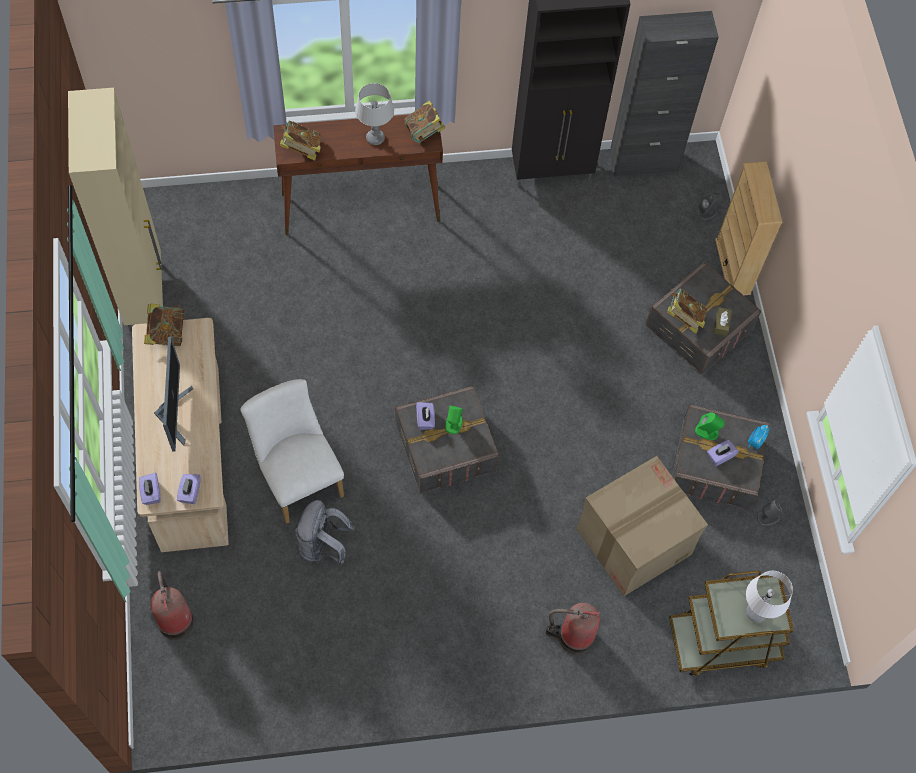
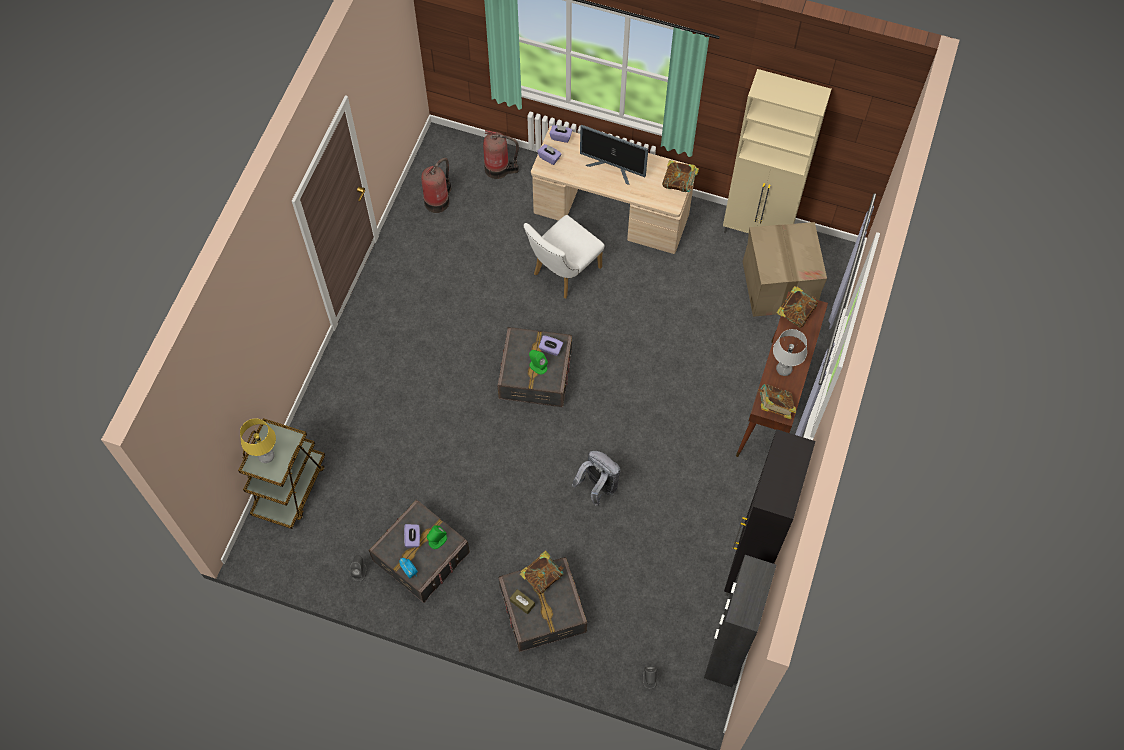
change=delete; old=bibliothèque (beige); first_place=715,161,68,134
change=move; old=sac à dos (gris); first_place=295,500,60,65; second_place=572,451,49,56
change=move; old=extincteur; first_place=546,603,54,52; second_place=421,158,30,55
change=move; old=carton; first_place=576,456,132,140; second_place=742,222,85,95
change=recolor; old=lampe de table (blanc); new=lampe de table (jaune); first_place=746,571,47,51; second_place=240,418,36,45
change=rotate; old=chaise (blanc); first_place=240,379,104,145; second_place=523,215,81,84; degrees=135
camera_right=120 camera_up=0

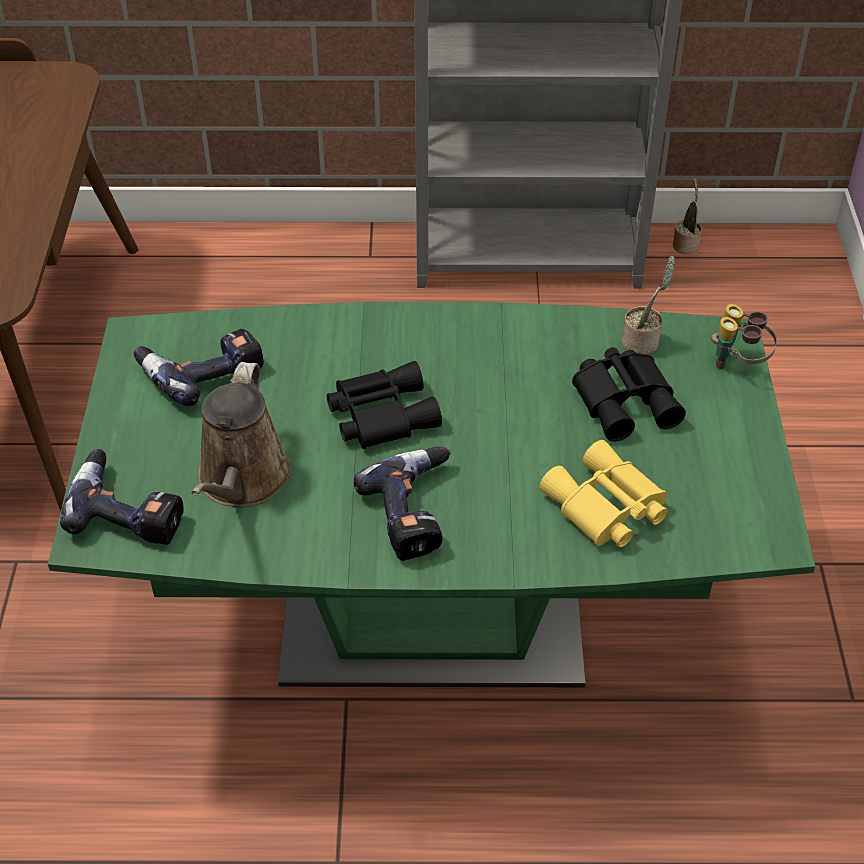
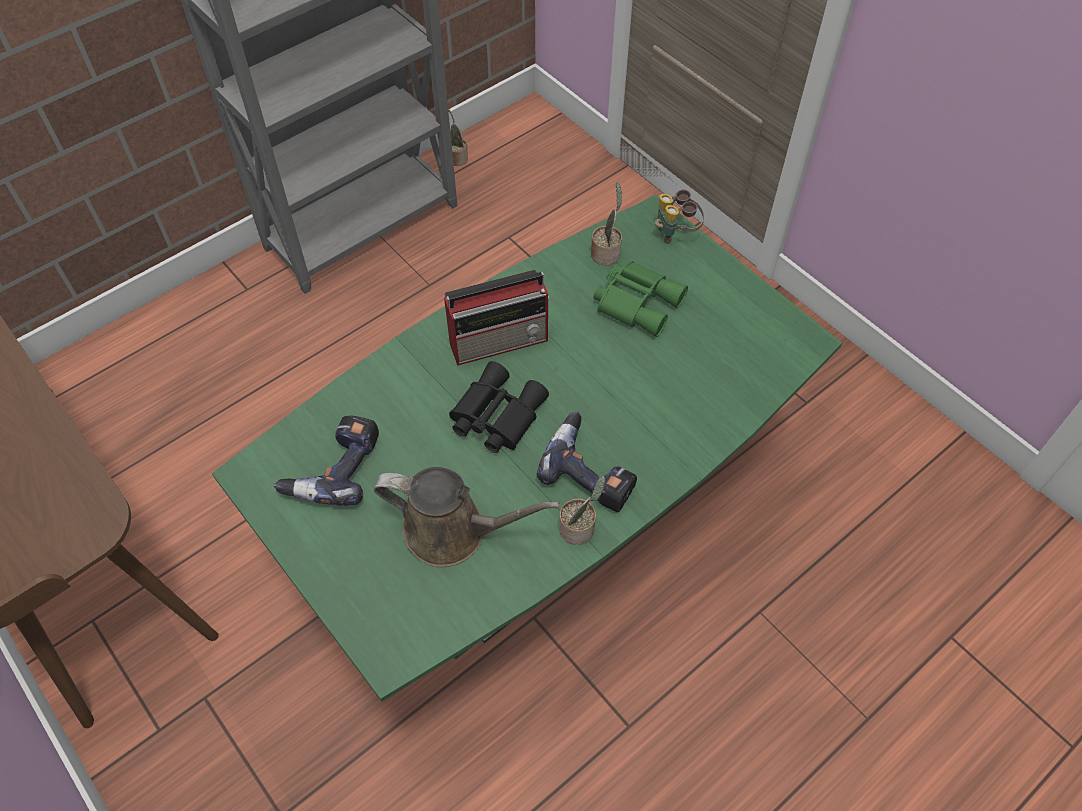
change=delete; old=perceuse; first_place=60,449,124,96
change=delete; old=jumelles (jaune); first_place=539,440,129,107
change=insert; new=radio; second_place=444,270,105,96
change=insert; new=plante en pot; second_place=559,475,46,70
change=recolor; old=jumelles (noir); new=jumelles (vert); first_place=572,347,114,94; second_place=594,261,94,76
change=rotate; old=arrosoir (marron); first_place=191,362,101,145; second_place=374,467,186,100; degrees=-45
camera_right=-40 camera_up=10

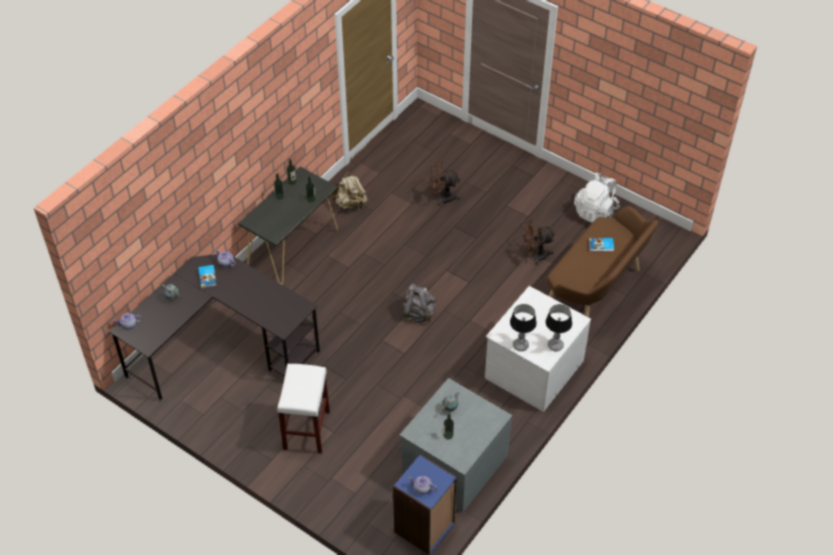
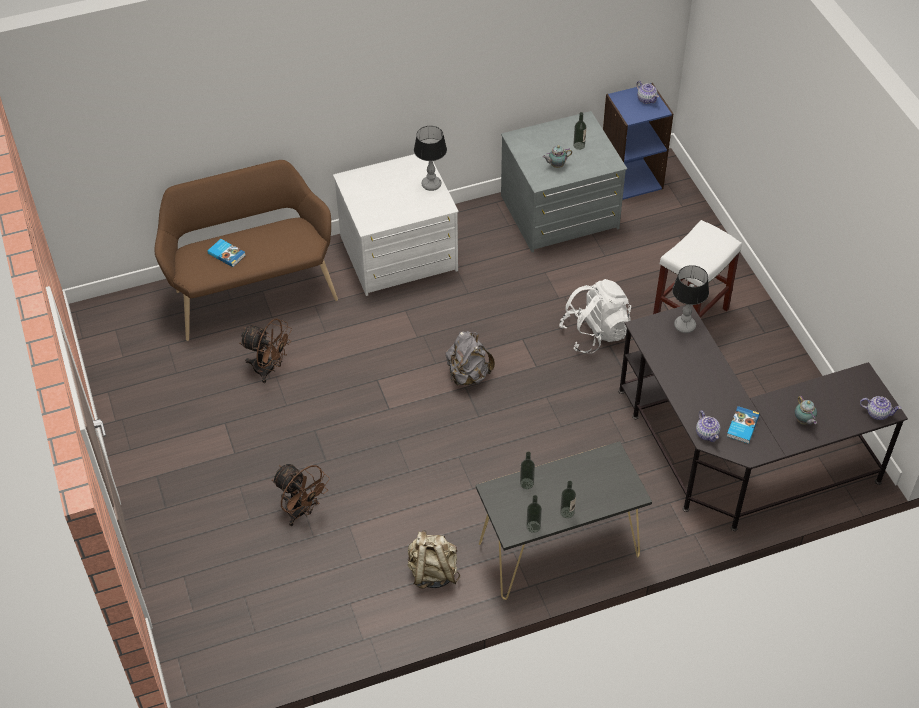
change=move; old=lampe de table; first_place=546,304,26,47; second_place=672,265,37,68
change=move; old=sac à dos (blanc); first_place=574,173,46,50; second_place=560,279,71,74
camera_right=-145 camera_up=0

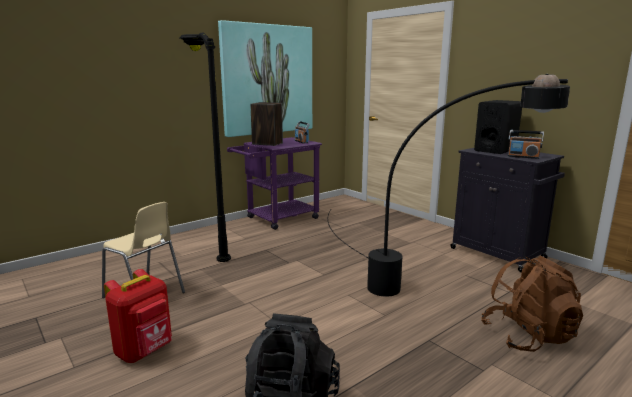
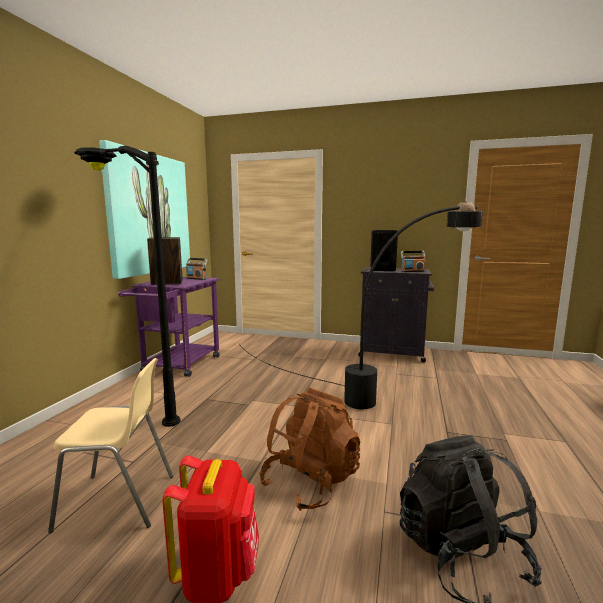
change=move; old=sac à dos (marron); first_place=482,255,101,97; second_place=259,387,101,124
camera_right=-35 camera_up=-5

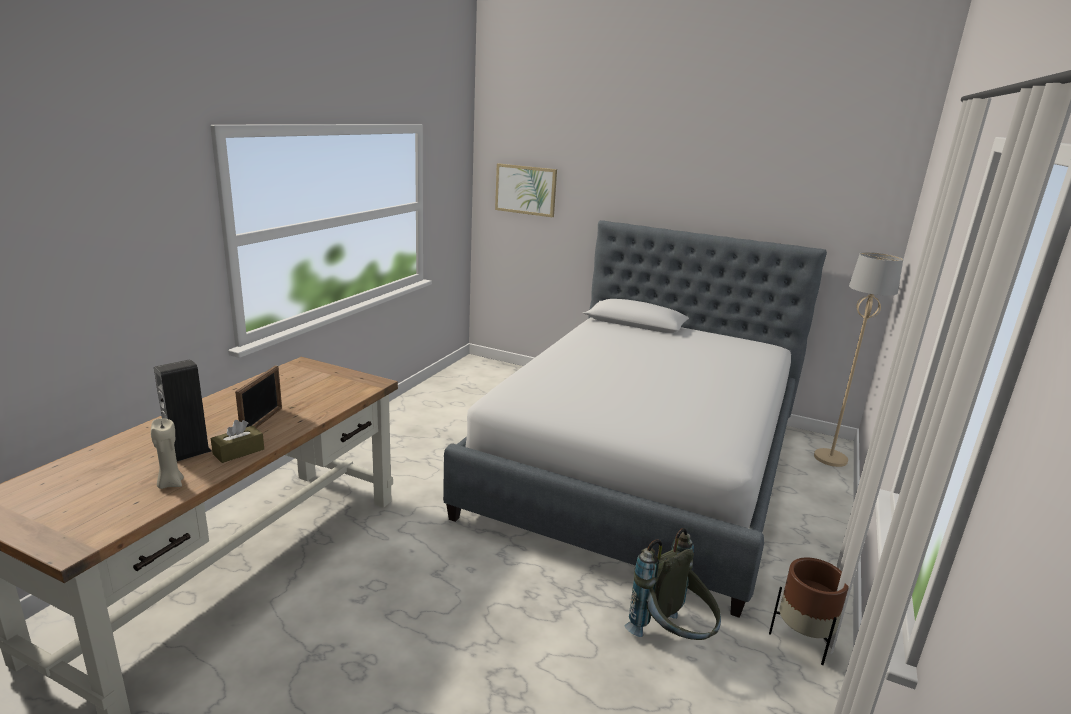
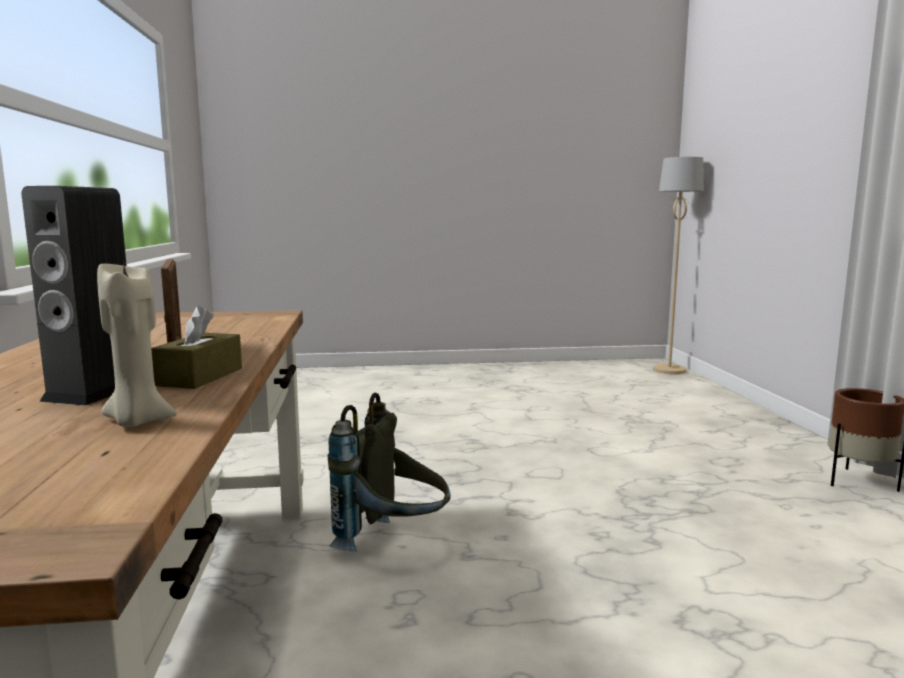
change=delete; old=lit; first_place=443,220,384,398
change=delete; old=tableau; first_place=495,163,62,54
change=move; old=sac à dos (gris); first_place=624,528,97,112; second_place=328,393,123,159
camera_right=-30 camera_up=-10

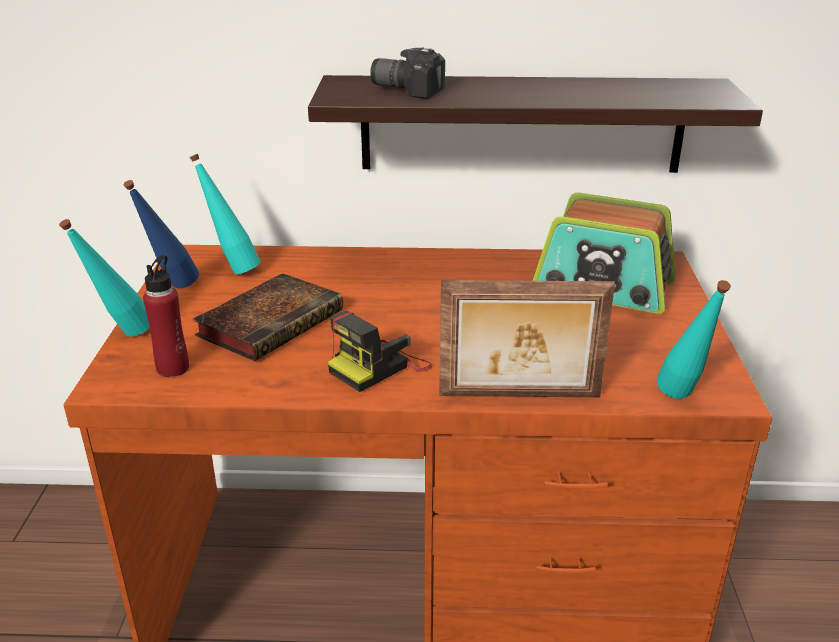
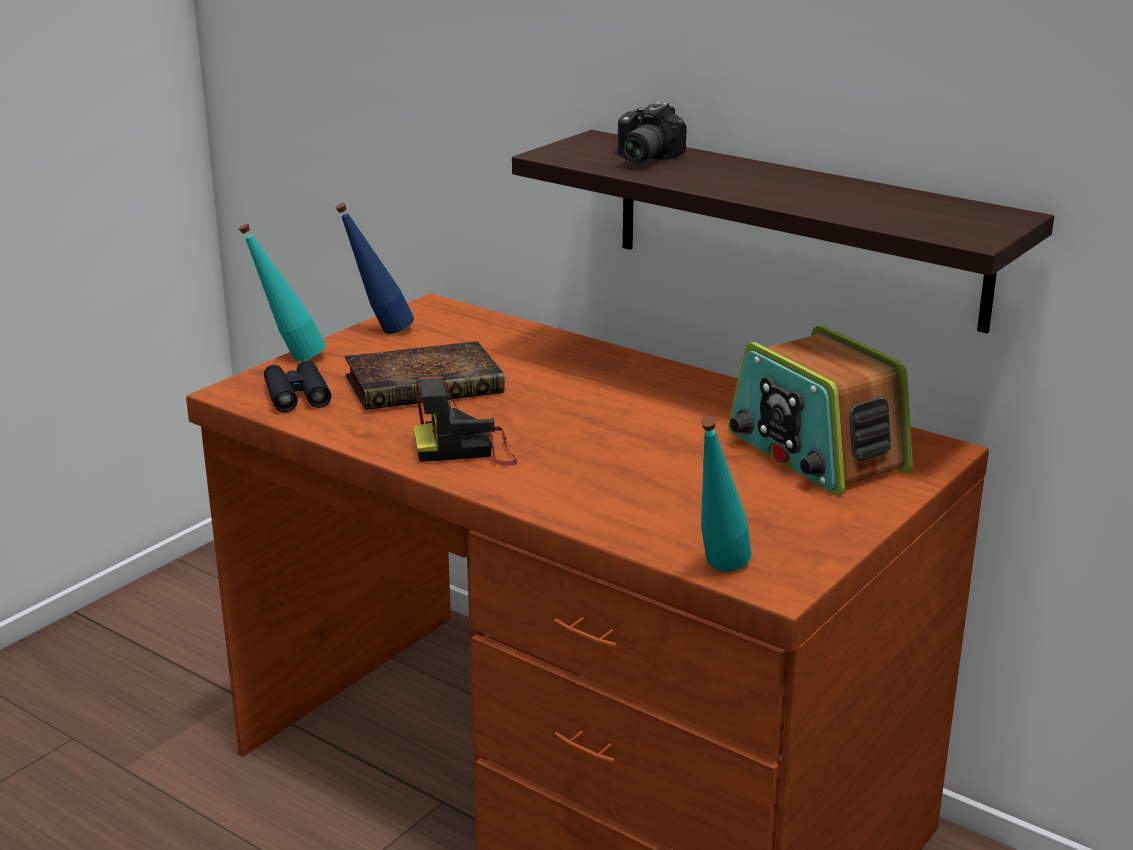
change=delete; old=bouteille (turquoise); first_place=189,154,72,120
change=delete; old=cadre photo; first_place=439,280,176,117
change=replace; old=bouteille (rouge); new=jumelles (noir); first_place=143,255,46,122; second_place=264,360,67,52
change=rotate; old=appareil photo; first_place=370,48,75,51; second_place=618,102,69,62; degrees=-120
camera_right=35 camera_up=-5

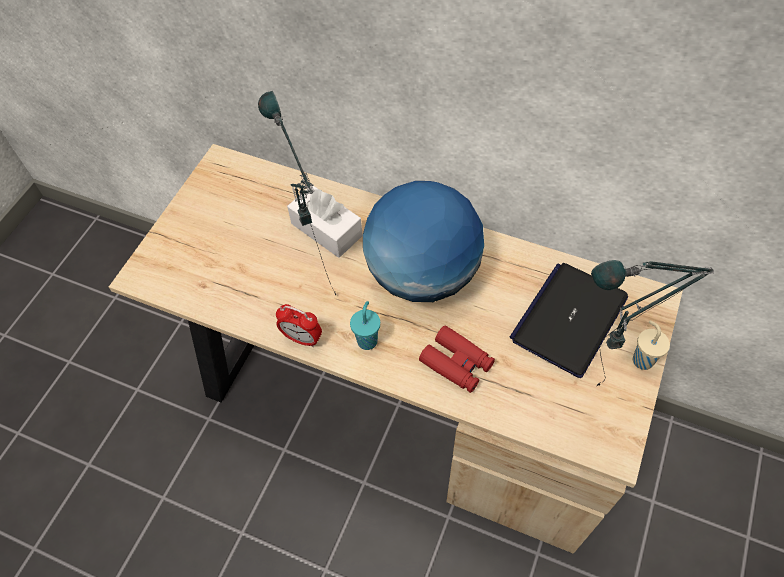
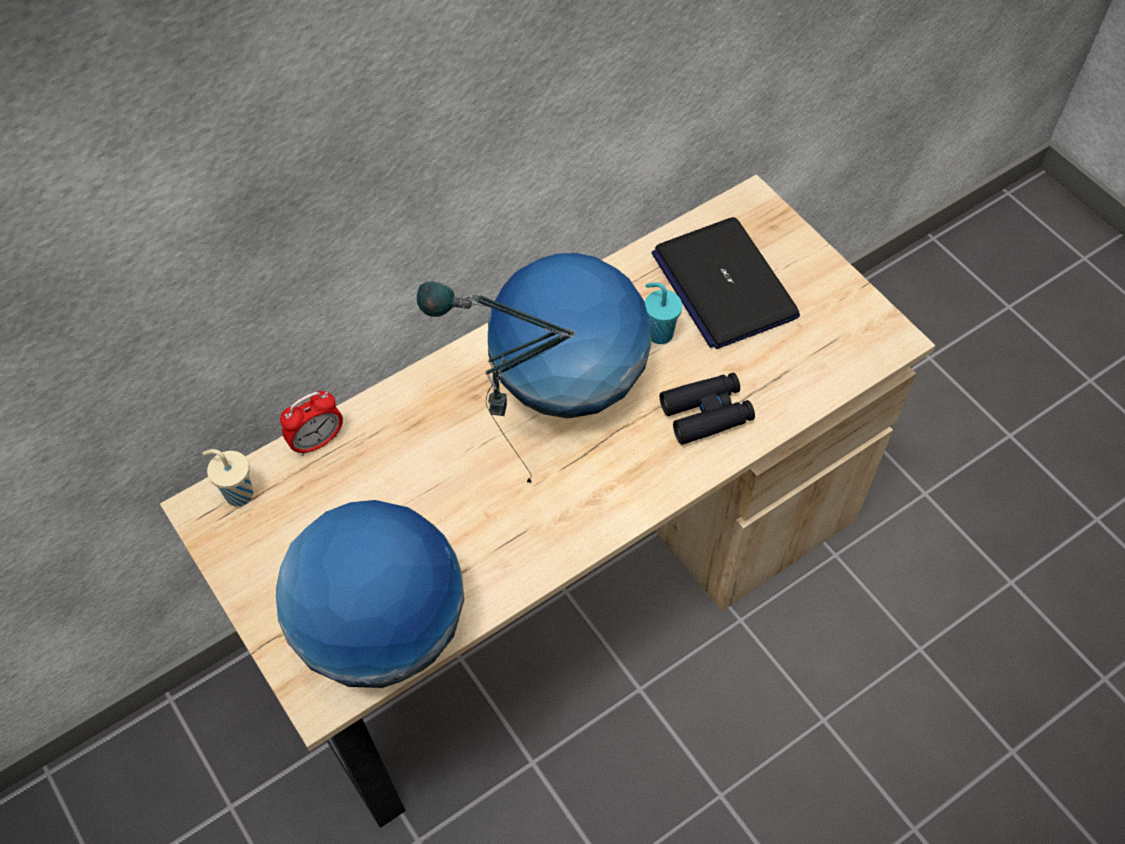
change=delete; old=boîte à mouchoirs (blanc); first_place=287,186,76,72
change=delete; old=lampe de table; first_place=591,260,123,126
change=insert; new=globe; second_place=276,500,188,188
change=move; old=réveil; first_place=276,304,46,43; second_place=280,391,63,65
change=move; old=tasse (turquoise); first_place=350,301,30,49; second_place=645,282,38,62
change=move; old=tasse (beige); first_place=633,320,37,50; second_place=202,449,51,57
change=recolor; old=jumelles (rouge); new=jumelles (noir); first_place=419,325,76,68; second_place=660,373,95,72
camera_right=-60 camera_up=0

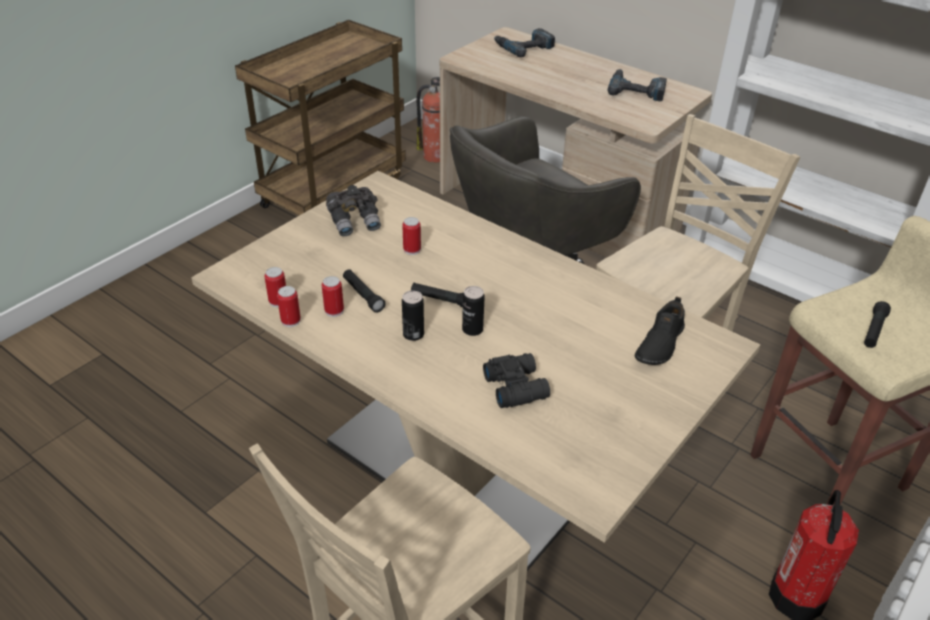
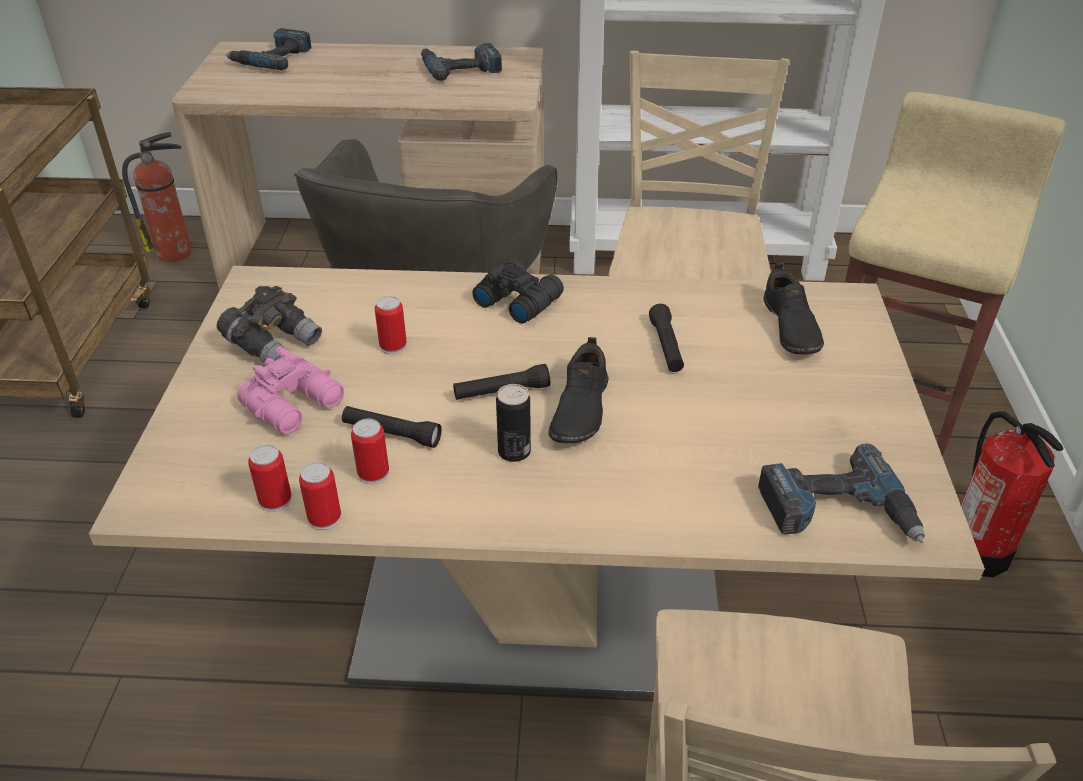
change=insert; new=jumelles (rose); second_place=237,347,107,87
change=insert; new=perceuse; second_place=758,443,167,100
change=move; old=jumelles (noir); first_place=483,353,67,55; second_place=472,260,92,63
change=move; old=lampe de poche (noir); first_place=864,301,27,47; second_place=649,304,35,68
change=replace; old=boîte métallique; new=chaussure (noir); first_place=462,286,23,50; second_place=548,337,60,106
camera_right=-35 camera_up=0

